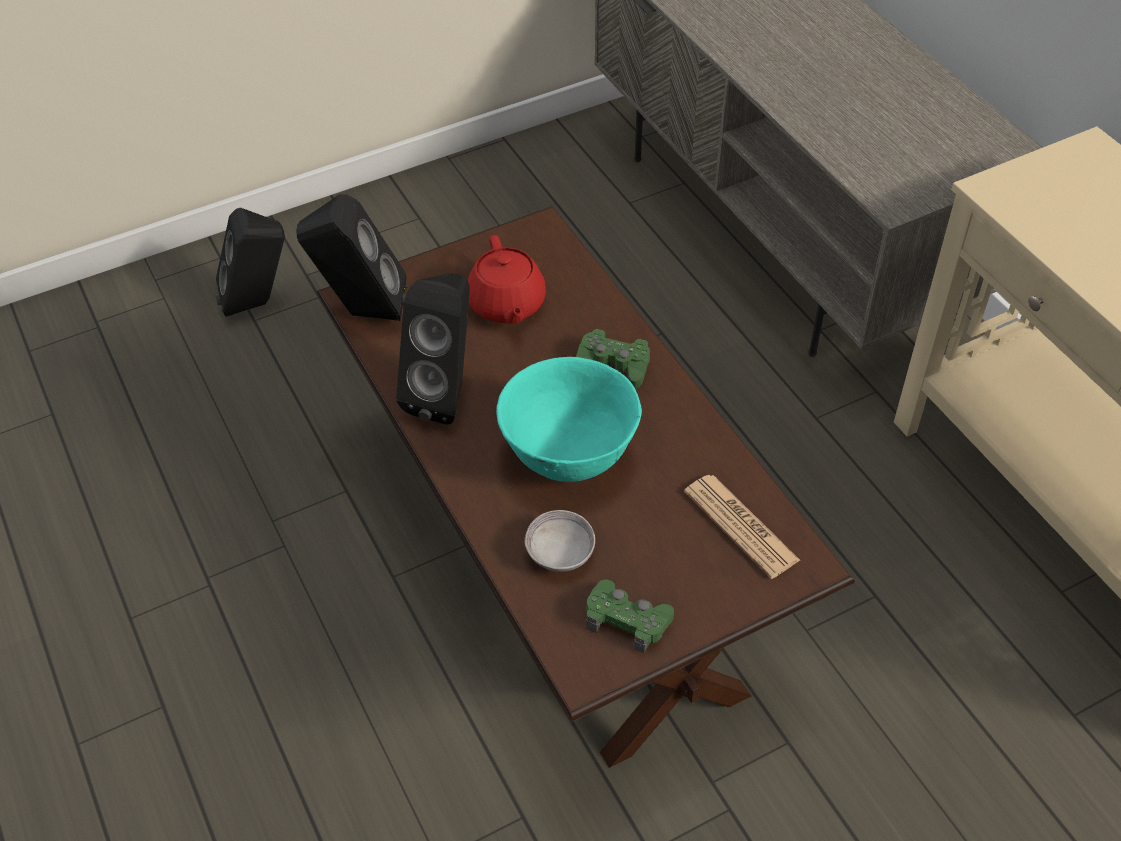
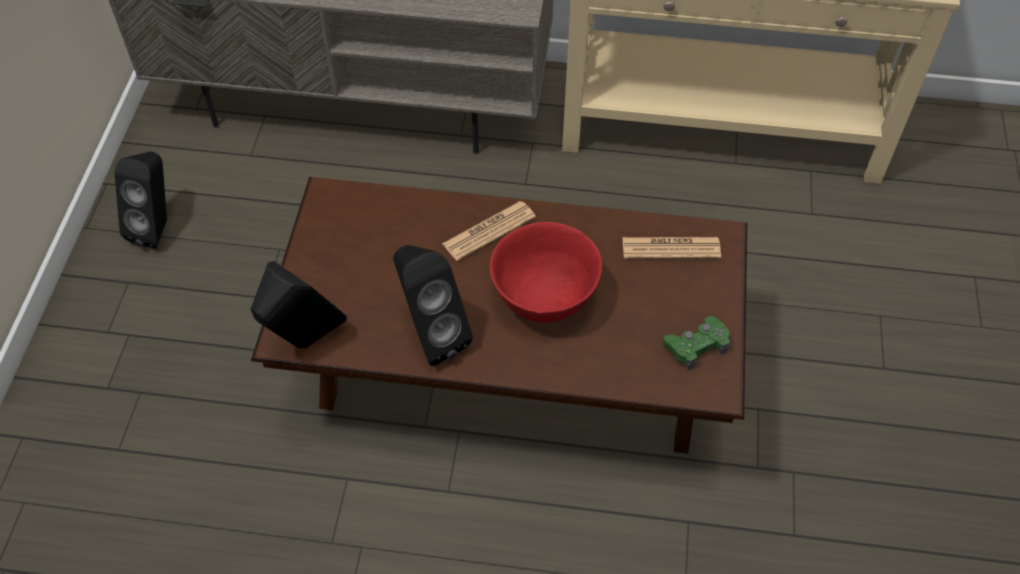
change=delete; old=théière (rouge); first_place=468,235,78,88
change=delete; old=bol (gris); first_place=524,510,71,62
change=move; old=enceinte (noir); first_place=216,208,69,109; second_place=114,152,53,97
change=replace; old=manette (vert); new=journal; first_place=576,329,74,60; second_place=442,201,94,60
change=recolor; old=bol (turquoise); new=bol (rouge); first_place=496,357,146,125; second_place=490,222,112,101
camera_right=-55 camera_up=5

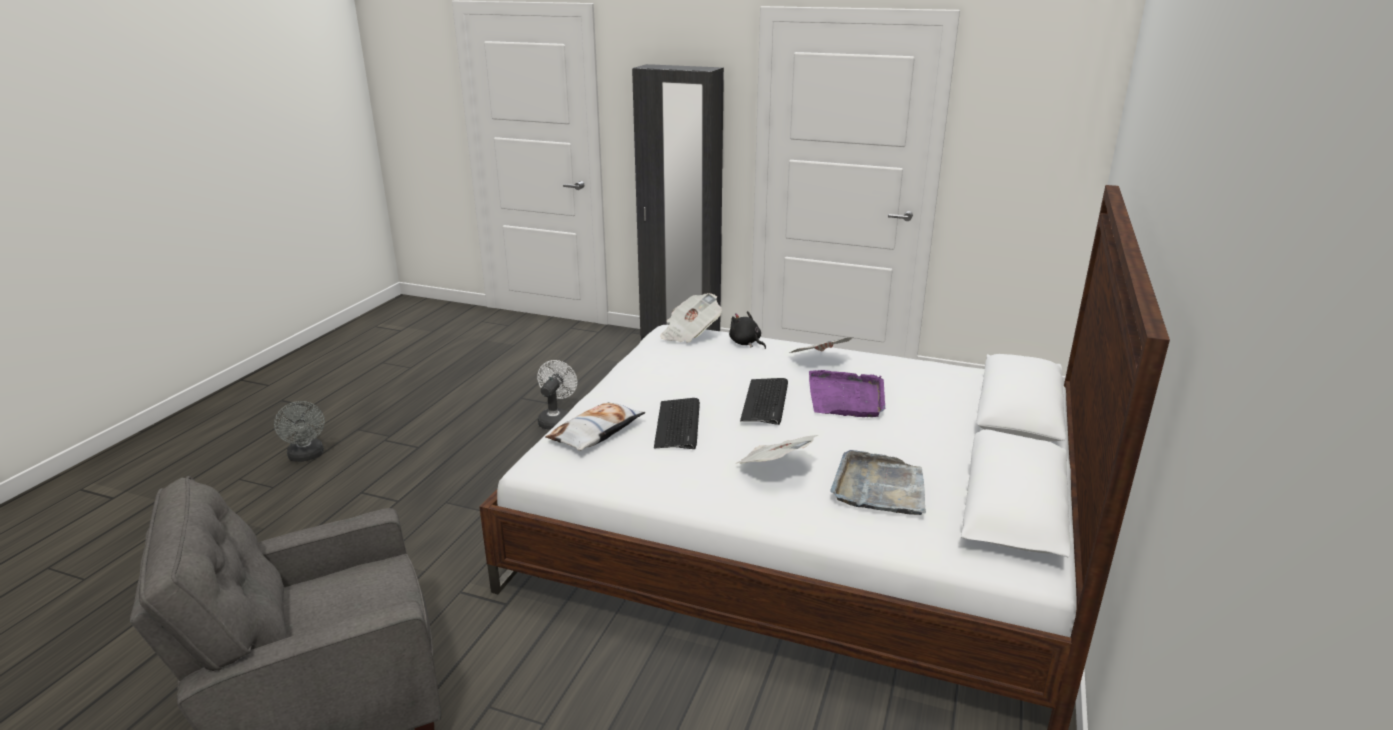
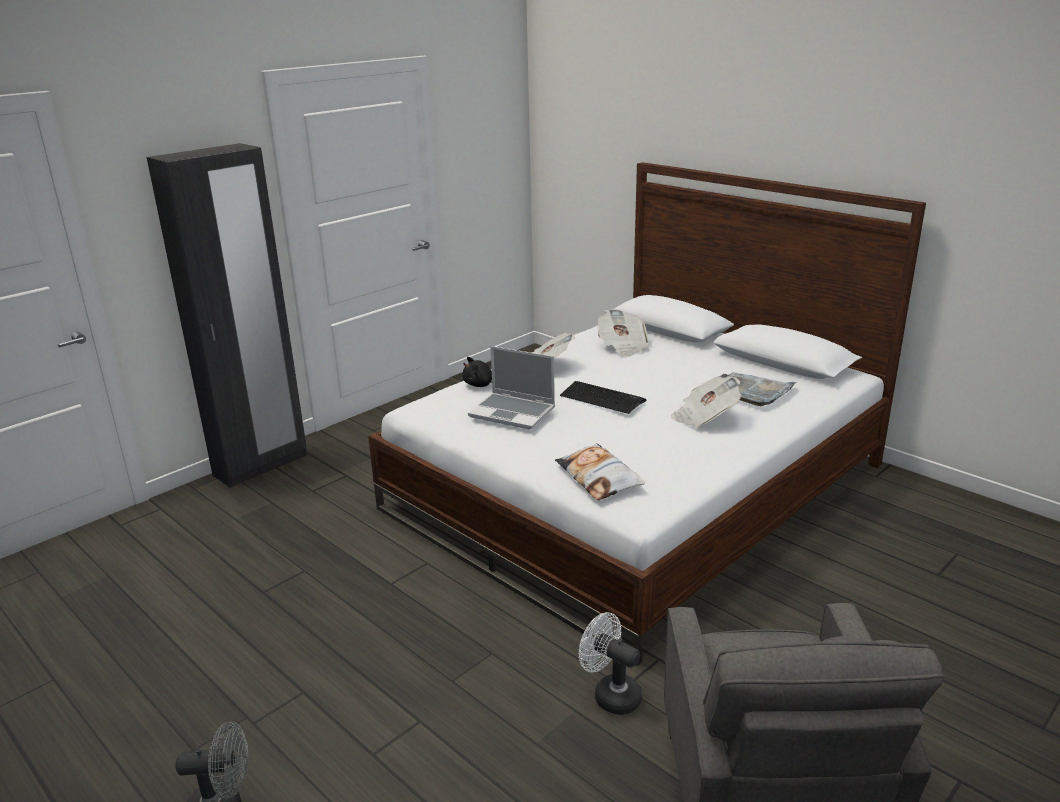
change=delete; old=clavier; first_place=654,398,46,51
change=delete; old=plateau (violet); first_place=809,370,76,47
change=insert; new=ordinateur portable; second_place=468,346,87,84
change=move; old=ventilateur (blanc); first_place=537,360,40,70; second_place=579,612,63,103
change=move; old=journal; first_place=660,293,62,50; second_place=598,309,51,48
camera_right=-65 camera_up=0

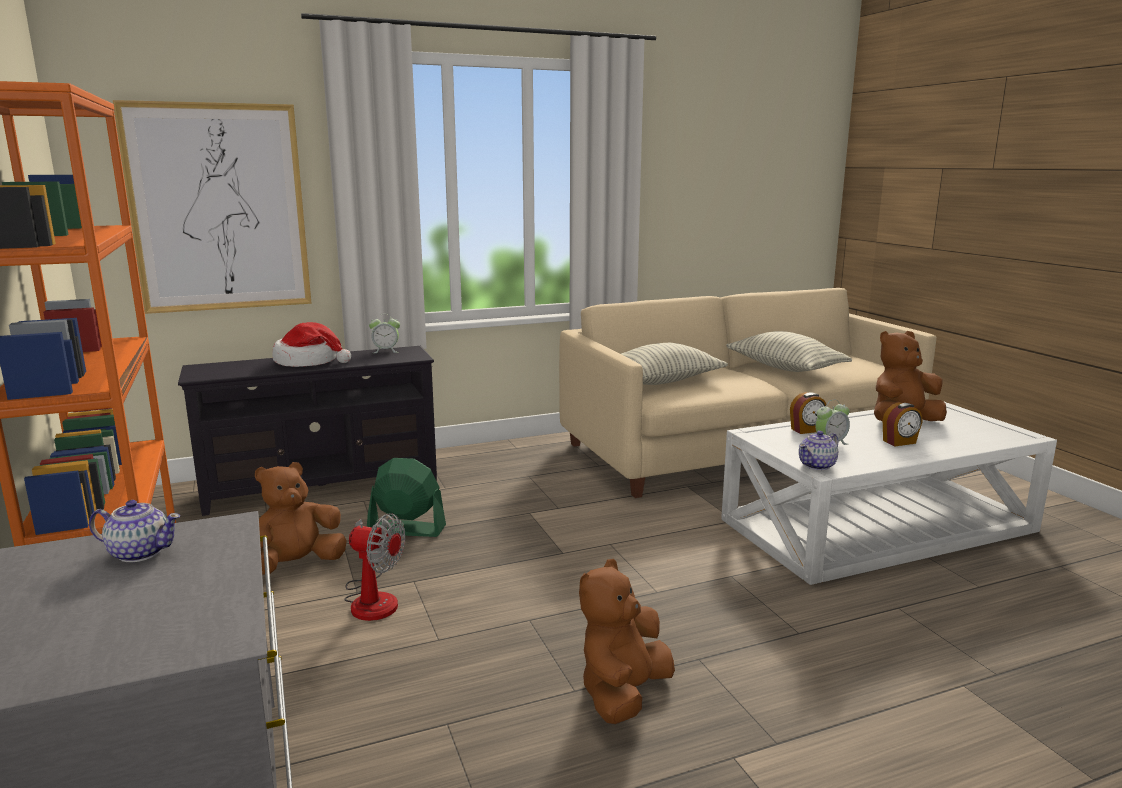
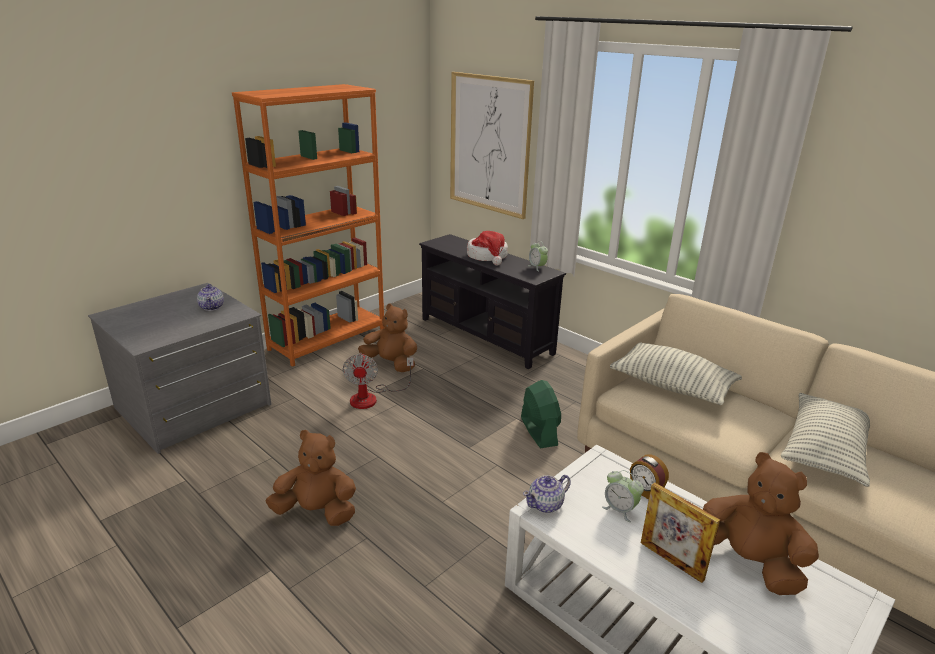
change=move; old=ventilateur (vert); first_place=367,458,79,79; second_place=521,380,40,68
change=replace; old=réveil; new=cadre photo; first_place=883,402,39,44; second_place=641,482,79,101
change=rotate; old=théière; first_place=799,431,39,39; second_place=523,475,48,38; degrees=-60
camera_right=65 camera_up=10

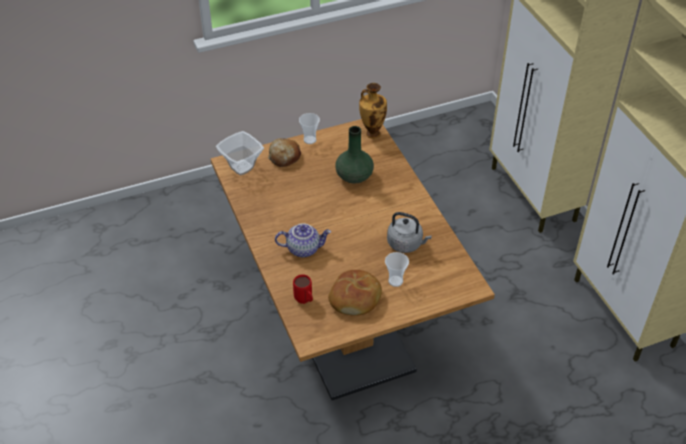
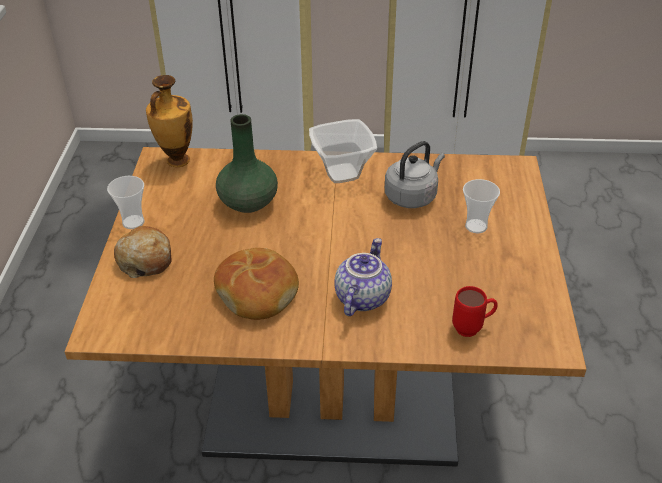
change=move; old=bol; first_place=216,131,48,44; second_place=309,119,68,64
change=move; old=pain; first_place=328,270,54,46; second_place=214,248,85,72
camera_right=-65 camera_up=-5

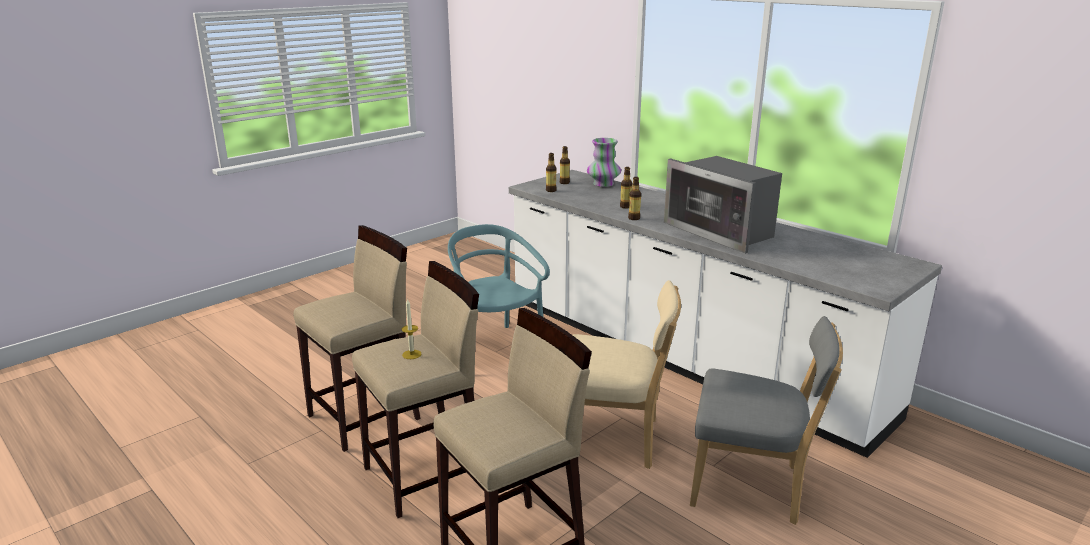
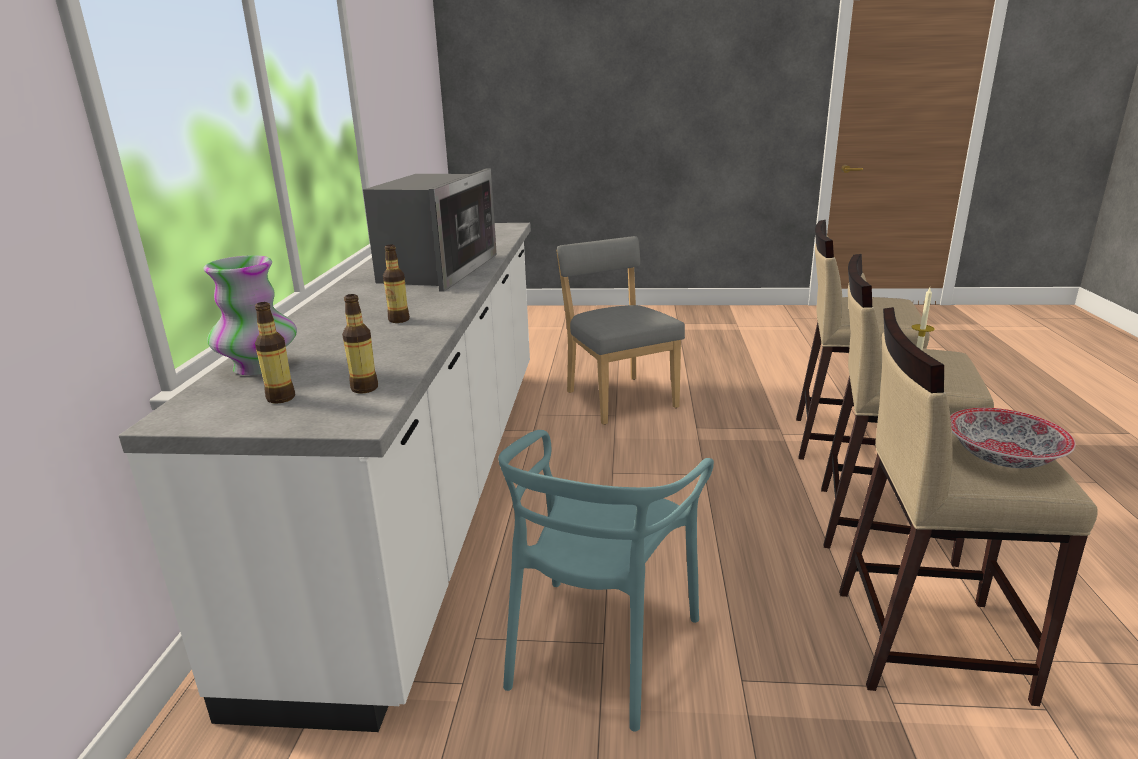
change=delete; old=chaise (beige); first_place=573,280,108,189
change=delete; old=bouteille; first_place=628,177,13,43
change=insert; new=bol; second_place=950,408,126,60
camera_right=-130 camera_up=0

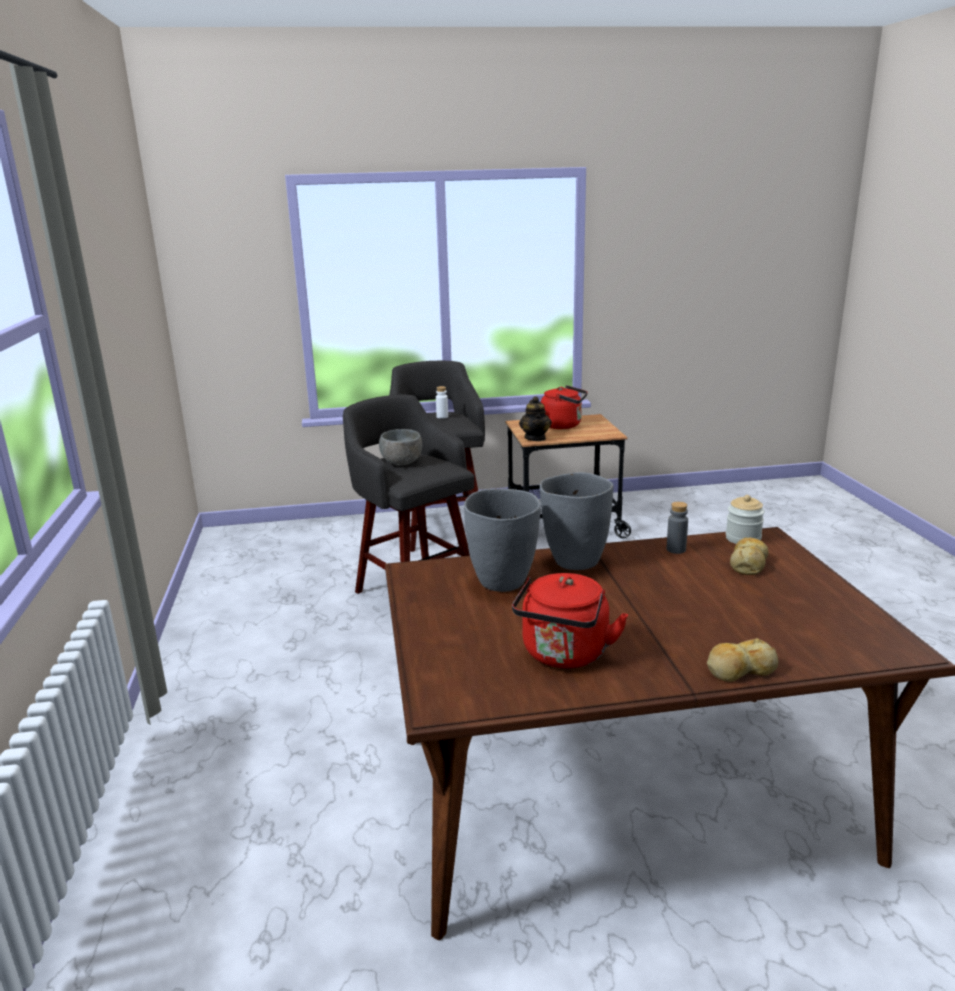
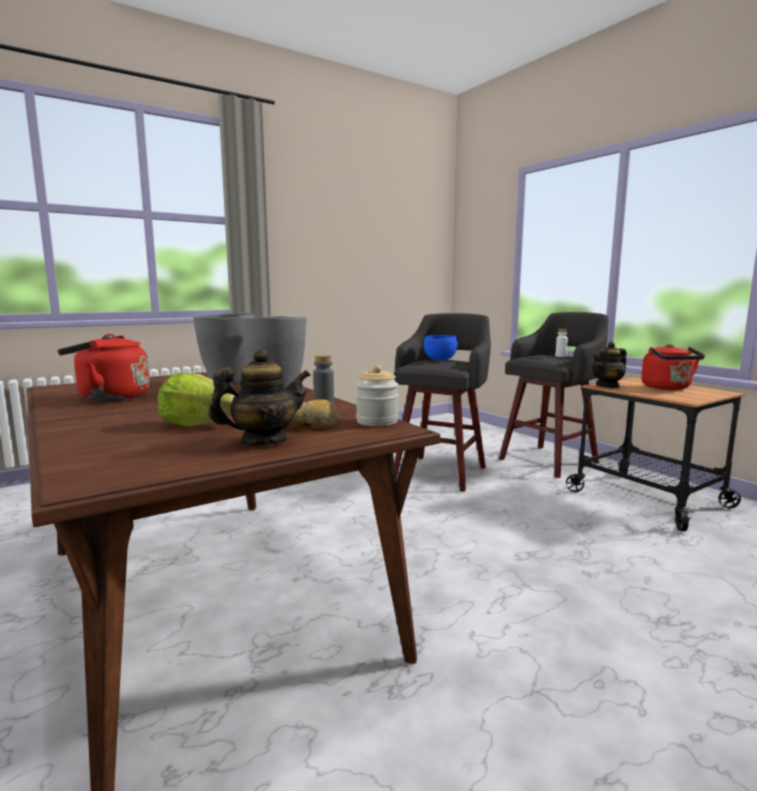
change=delete; old=pain; first_place=707,638,72,44
change=insert; new=laitue; second_place=158,373,76,54
change=insert; new=théière; second_place=208,349,102,97
change=recolor; old=bol (gris); new=bol (bleu); first_place=379,429,43,37; second_place=423,335,35,26
camera_right=65 camera_up=-10

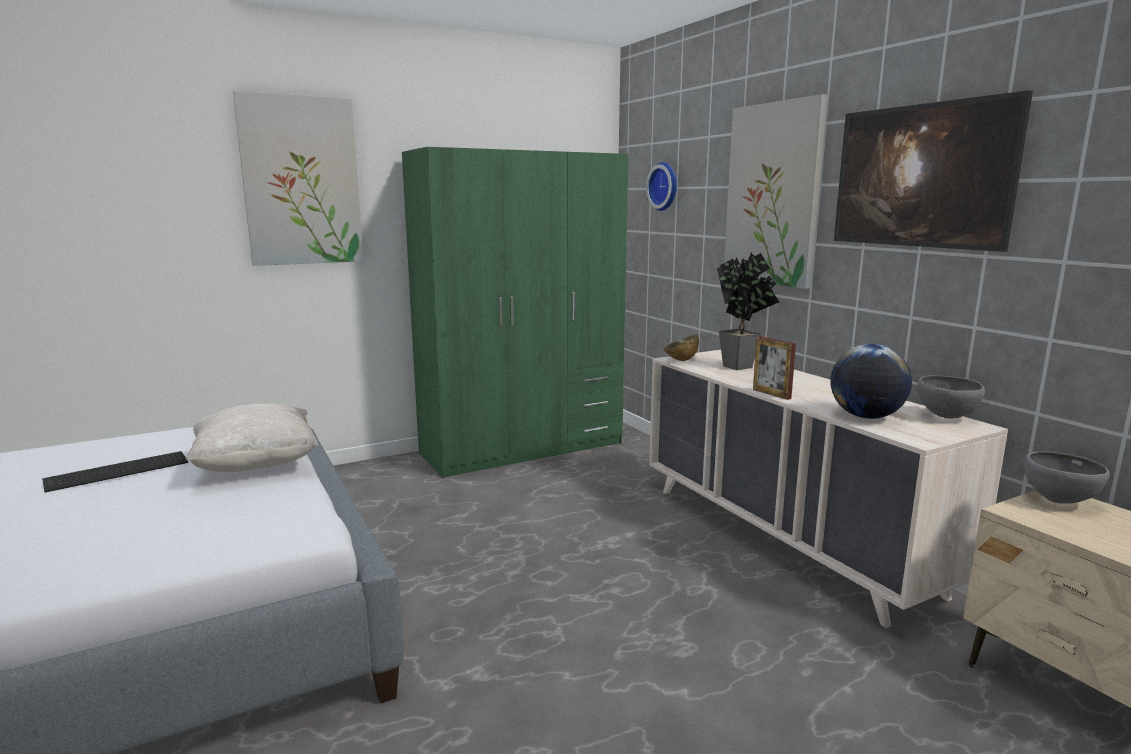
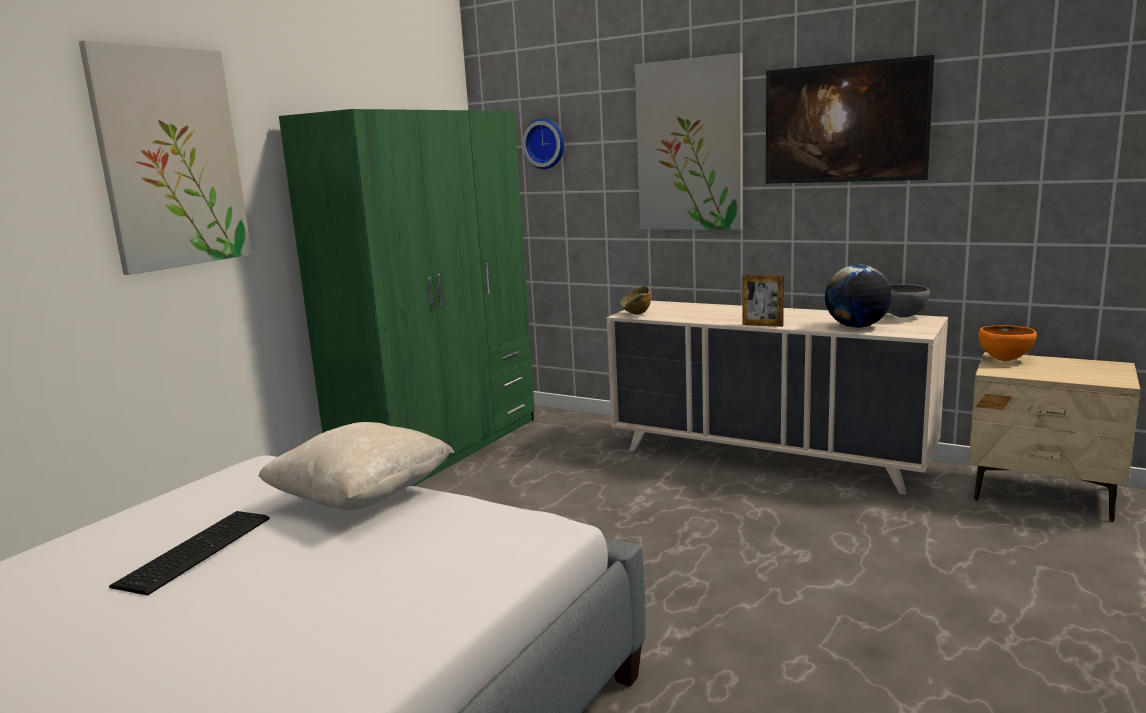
change=delete; old=plante en pot; first_place=717,252,62,118
change=recolor; old=bol (gris); new=bol (orange); first_place=1024,451,86,53; second_place=978,325,59,36
camera_right=-30 camera_up=0

